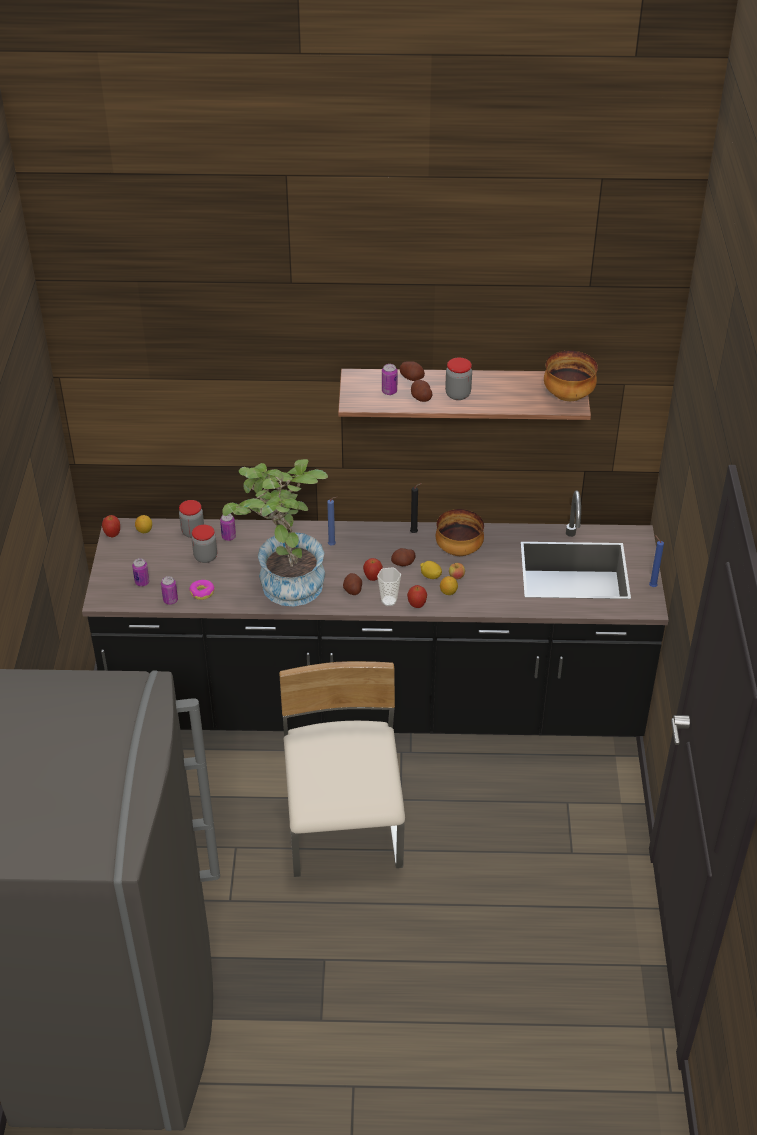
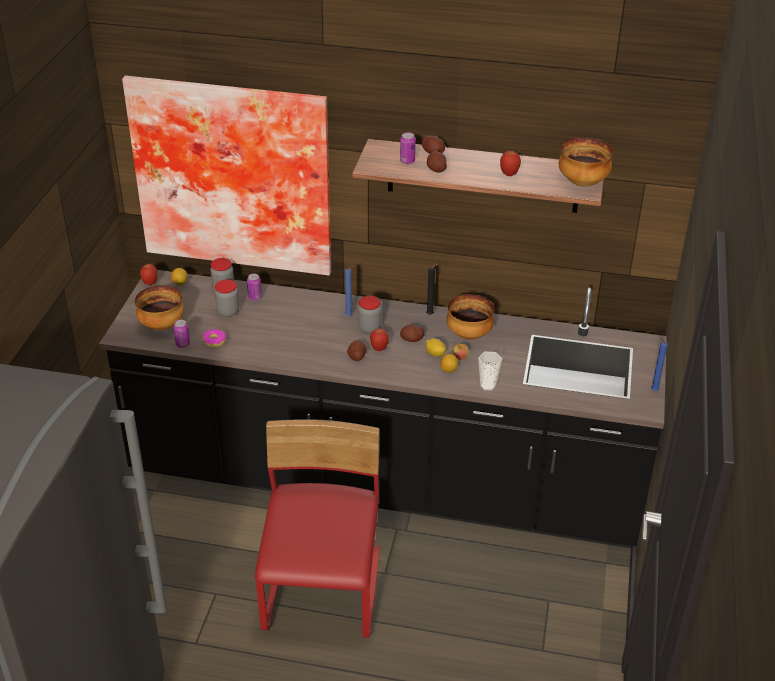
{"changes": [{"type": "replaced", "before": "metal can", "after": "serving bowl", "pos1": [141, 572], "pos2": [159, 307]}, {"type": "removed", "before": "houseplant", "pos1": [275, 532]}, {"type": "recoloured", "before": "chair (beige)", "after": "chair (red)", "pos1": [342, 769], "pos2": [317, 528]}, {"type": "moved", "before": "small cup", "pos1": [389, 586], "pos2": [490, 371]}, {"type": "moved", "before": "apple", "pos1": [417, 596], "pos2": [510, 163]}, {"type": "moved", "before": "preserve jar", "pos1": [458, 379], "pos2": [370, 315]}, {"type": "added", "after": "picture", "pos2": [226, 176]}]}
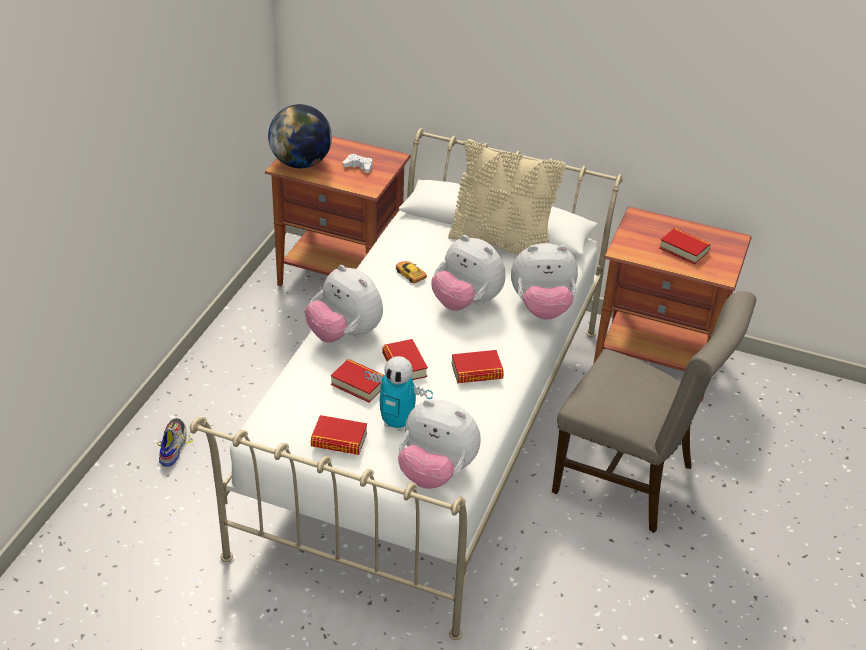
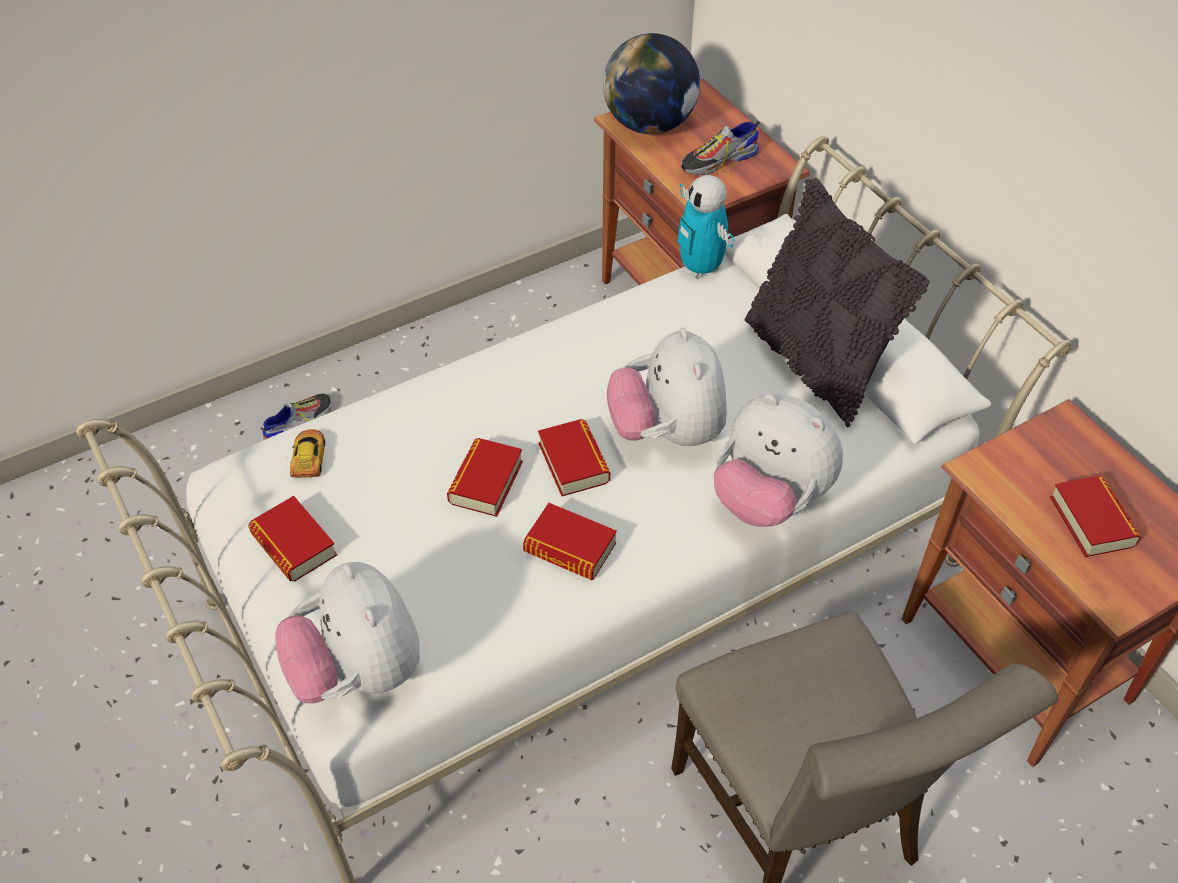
{"changes": [{"type": "removed", "before": "soft toy", "pos1": [344, 304]}, {"type": "moved", "before": "book", "pos1": [357, 381], "pos2": [574, 457]}, {"type": "replaced", "before": "joypad (white)", "after": "low shoe", "pos1": [357, 163], "pos2": [720, 148]}, {"type": "moved", "before": "robot figure", "pos1": [398, 393], "pos2": [705, 227]}, {"type": "moved", "before": "miniature car", "pos1": [411, 272], "pos2": [306, 453]}, {"type": "recoloured", "before": "pillow (beige)", "after": "pillow (black-coloured)", "pos1": [507, 197], "pos2": [837, 302]}]}
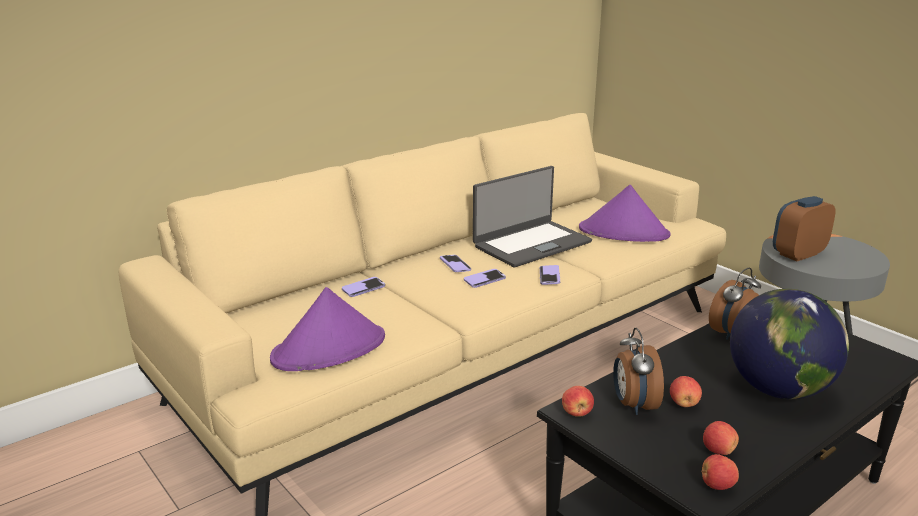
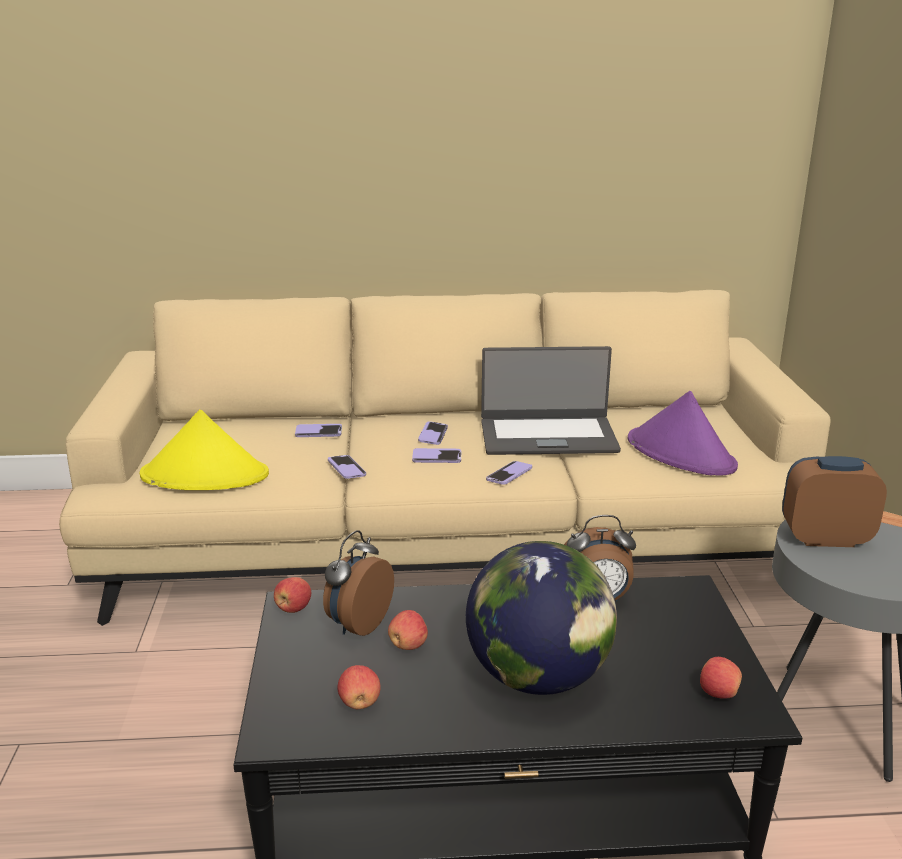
{"changes": [{"type": "recoloured", "before": "clothing hat (purple)", "after": "clothing hat (yellowish)", "pos1": [327, 329], "pos2": [204, 450]}, {"type": "moved", "before": "apple", "pos1": [720, 472], "pos2": [721, 678]}, {"type": "added", "after": "phone", "pos2": [347, 467]}]}
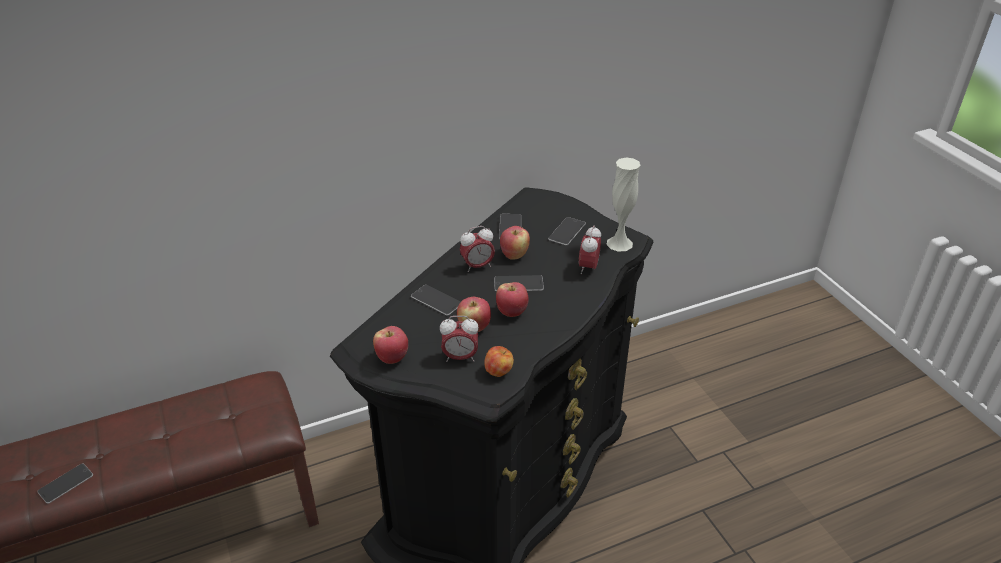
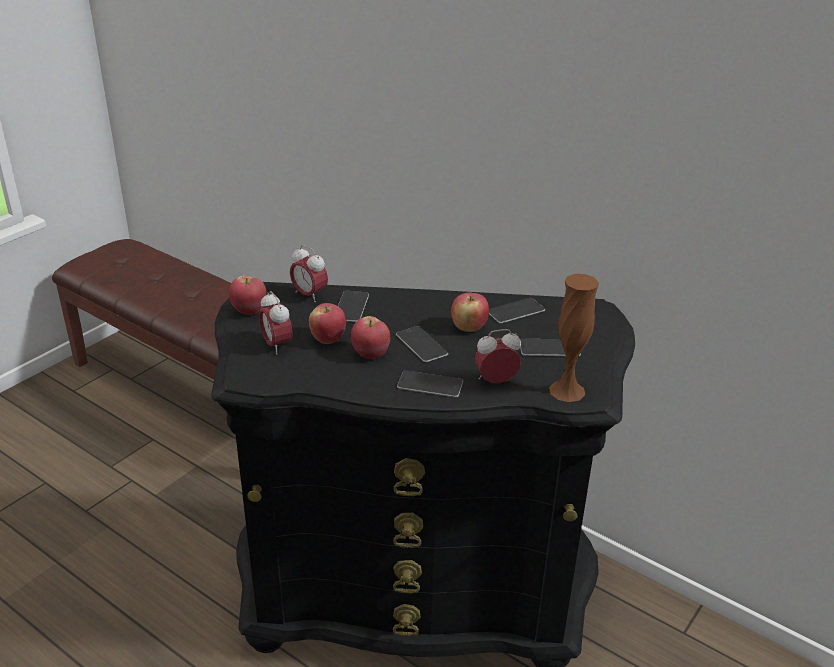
{"changes": [{"type": "moved", "before": "phone", "pos1": [65, 483], "pos2": [430, 384]}, {"type": "moved", "before": "table clock", "pos1": [477, 249], "pos2": [309, 273]}, {"type": "removed", "before": "apple", "pos1": [499, 361]}, {"type": "recoloured", "before": "flower vase (white)", "after": "flower vase (brown)", "pos1": [623, 205], "pos2": [574, 338]}]}
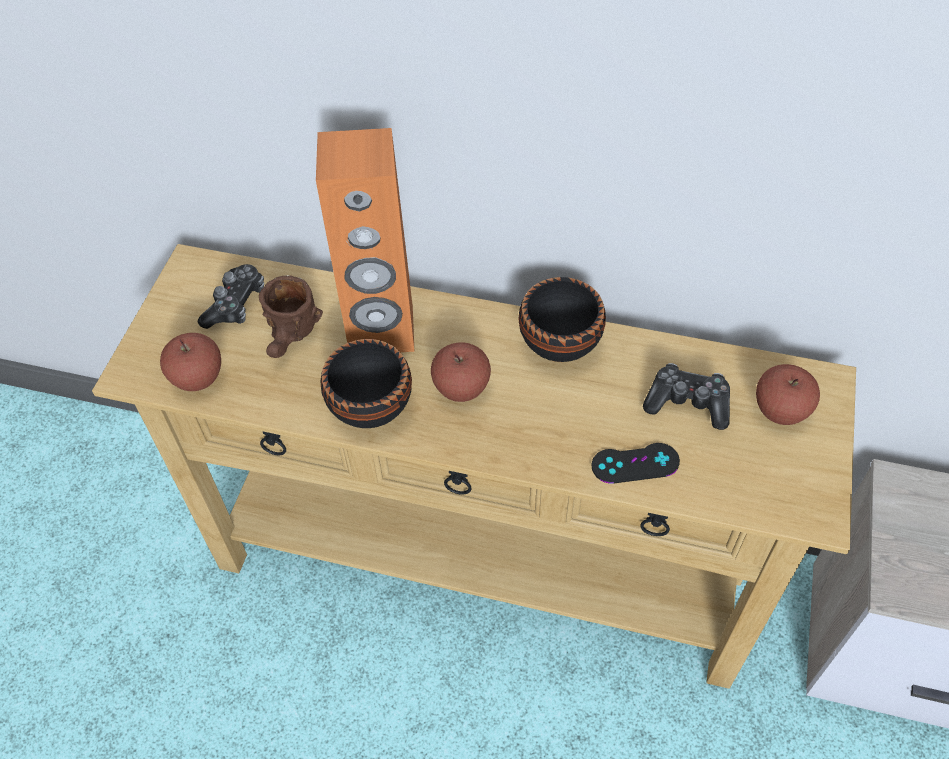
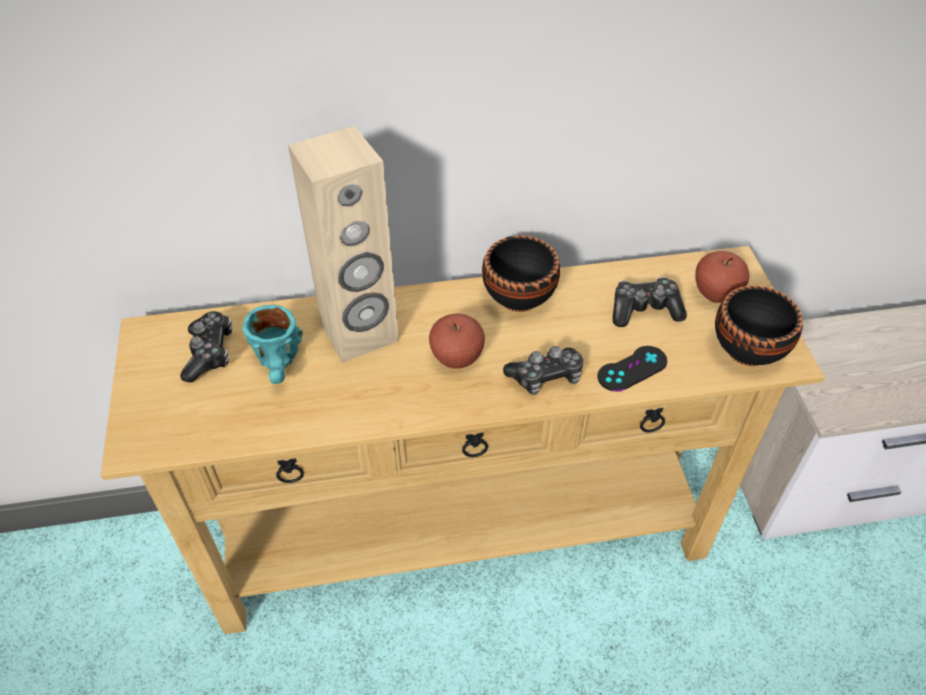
{"changes": [{"type": "removed", "before": "apple", "pos1": [190, 362]}, {"type": "recoloured", "before": "coffee mug (brown)", "after": "coffee mug (turquoise-coloured)", "pos1": [291, 316], "pos2": [272, 344]}, {"type": "recoloured", "before": "audio speaker (orange)", "after": "audio speaker (beige)", "pos1": [365, 240], "pos2": [343, 244]}, {"type": "moved", "before": "serving bowl (black-coloured)", "pos1": [366, 383], "pos2": [759, 325]}, {"type": "added", "after": "joypad", "pos2": [543, 370]}]}
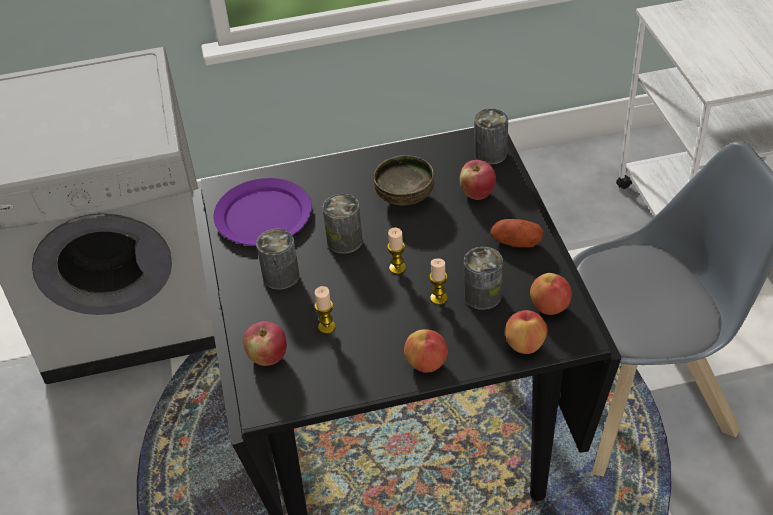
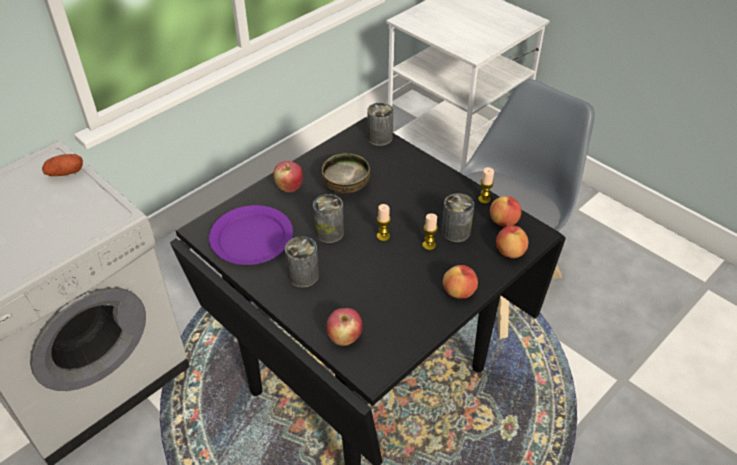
{"changes": [{"type": "moved", "before": "wax light", "pos1": [325, 310], "pos2": [486, 185]}, {"type": "moved", "before": "apple", "pos1": [478, 180], "pos2": [288, 176]}, {"type": "moved", "before": "spud", "pos1": [517, 233], "pos2": [62, 165]}]}
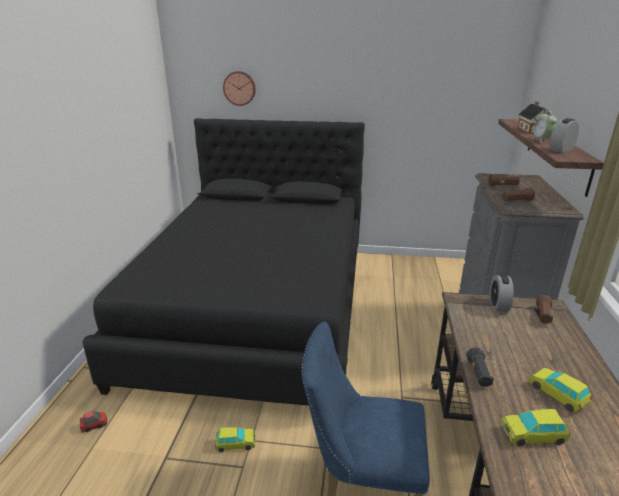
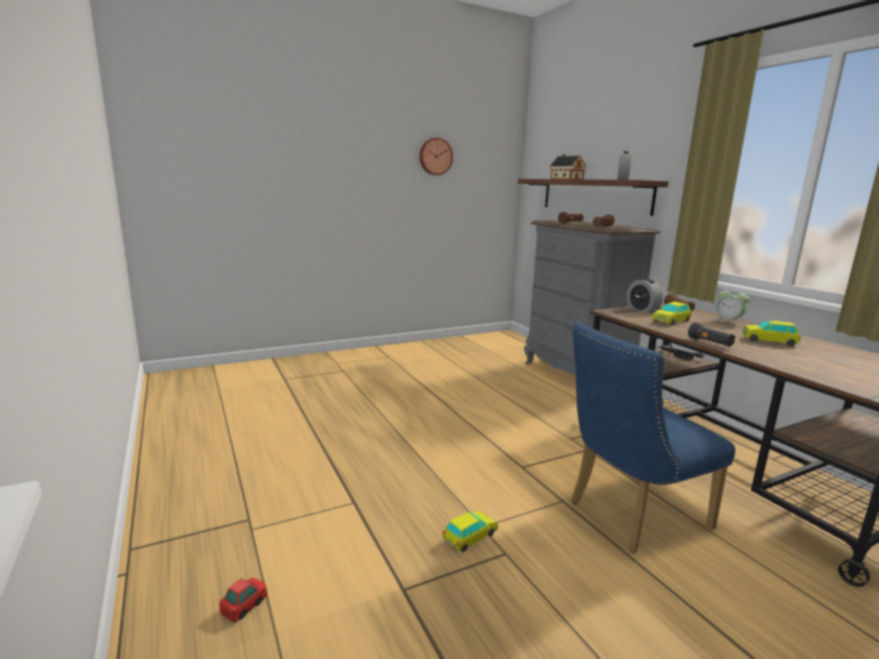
{"changes": [{"type": "removed", "before": "bedroom bed (black-coloured)", "pos1": [224, 262]}, {"type": "moved", "before": "wall clock", "pos1": [239, 88], "pos2": [436, 156]}, {"type": "moved", "before": "miniature car", "pos1": [535, 427], "pos2": [671, 314]}, {"type": "moved", "before": "table clock", "pos1": [544, 127], "pos2": [732, 306]}]}
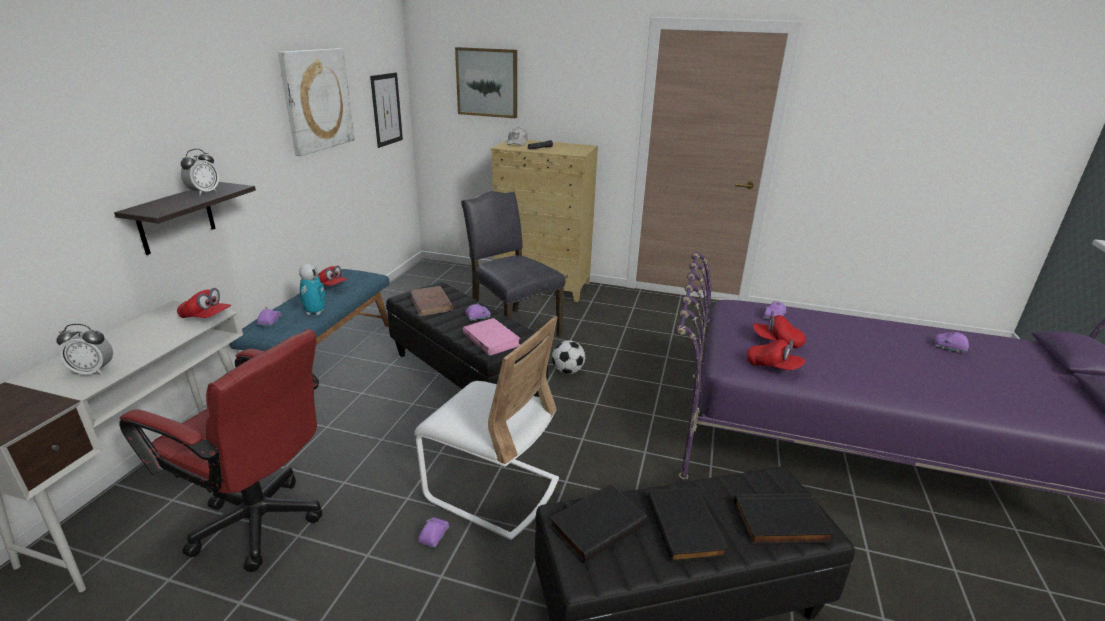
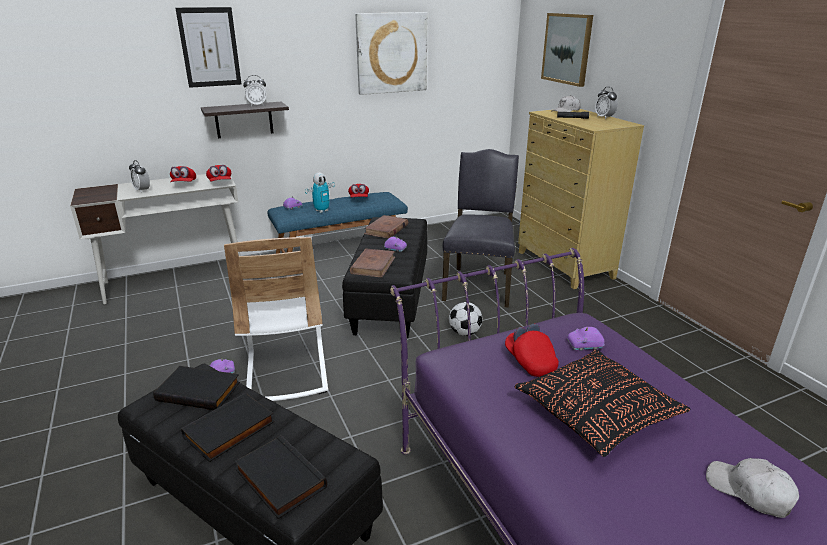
{"changes": [{"type": "removed", "before": "office chair (red)", "pos1": [220, 450]}, {"type": "moved", "before": "picture", "pos1": [386, 110], "pos2": [208, 47]}, {"type": "recoloured", "before": "book (pink)", "after": "book (brown)", "pos1": [491, 337], "pos2": [372, 263]}, {"type": "moved", "before": "baseball cap (red)", "pos1": [776, 354], "pos2": [183, 174]}, {"type": "replaced", "before": "miniature car (purple)", "after": "baseball cap (white)", "pos1": [952, 342], "pos2": [752, 488]}, {"type": "added", "after": "pillow (black-coloured)", "pos2": [602, 403]}, {"type": "added", "after": "table clock", "pos2": [606, 103]}]}
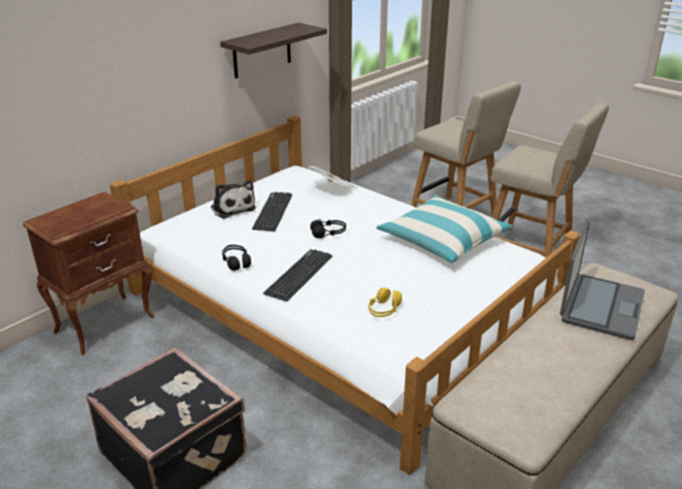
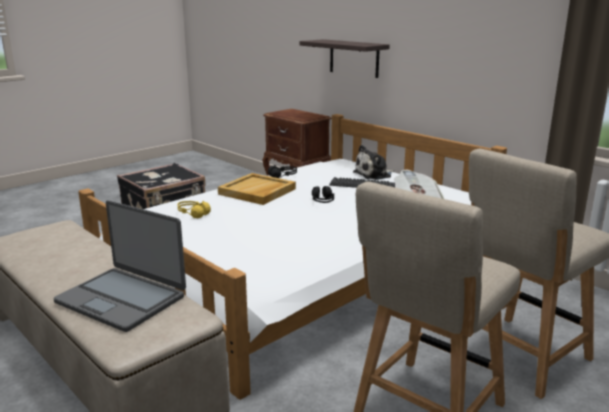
{"changes": [{"type": "moved", "before": "wall shelf", "pos1": [273, 51], "pos2": [345, 58]}, {"type": "replaced", "before": "keyboard", "after": "serving tray (beige)", "pos1": [297, 275], "pos2": [257, 189]}, {"type": "removed", "before": "pillow", "pos1": [444, 229]}]}
